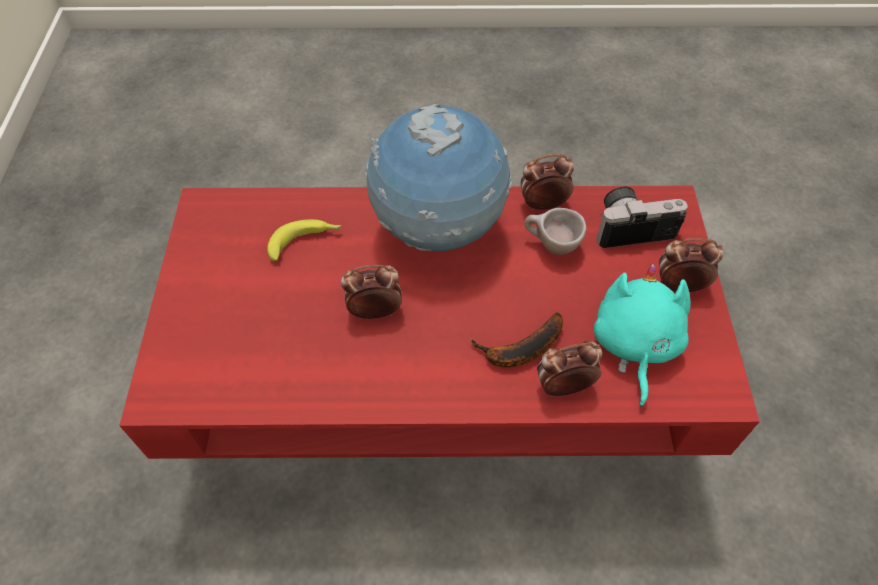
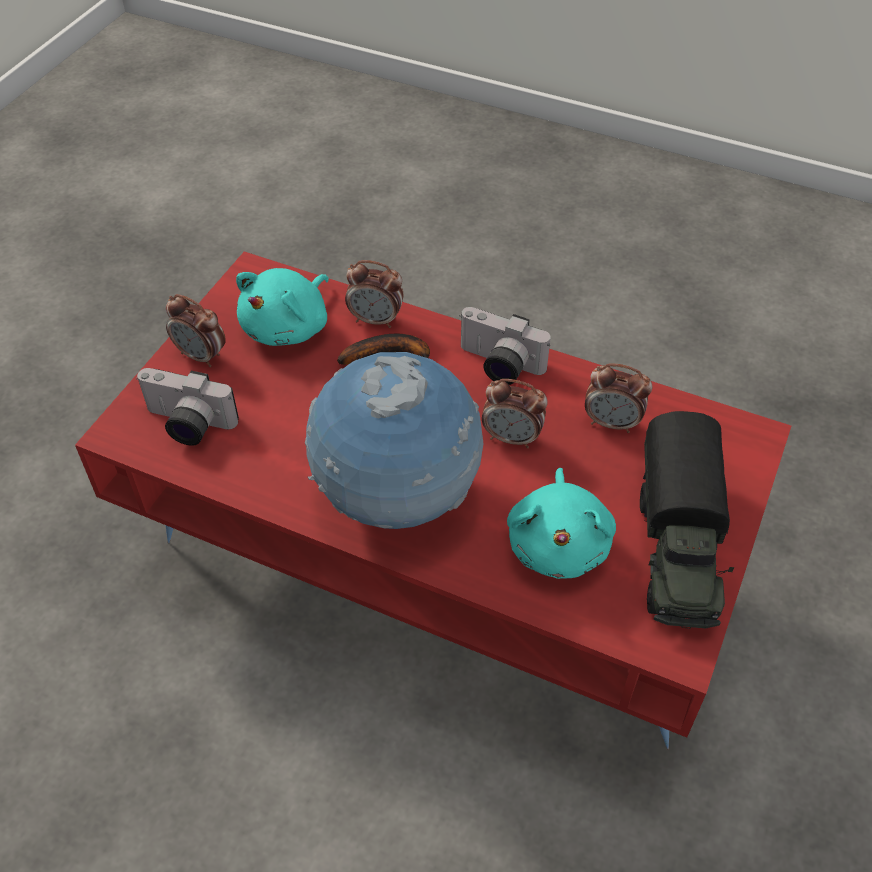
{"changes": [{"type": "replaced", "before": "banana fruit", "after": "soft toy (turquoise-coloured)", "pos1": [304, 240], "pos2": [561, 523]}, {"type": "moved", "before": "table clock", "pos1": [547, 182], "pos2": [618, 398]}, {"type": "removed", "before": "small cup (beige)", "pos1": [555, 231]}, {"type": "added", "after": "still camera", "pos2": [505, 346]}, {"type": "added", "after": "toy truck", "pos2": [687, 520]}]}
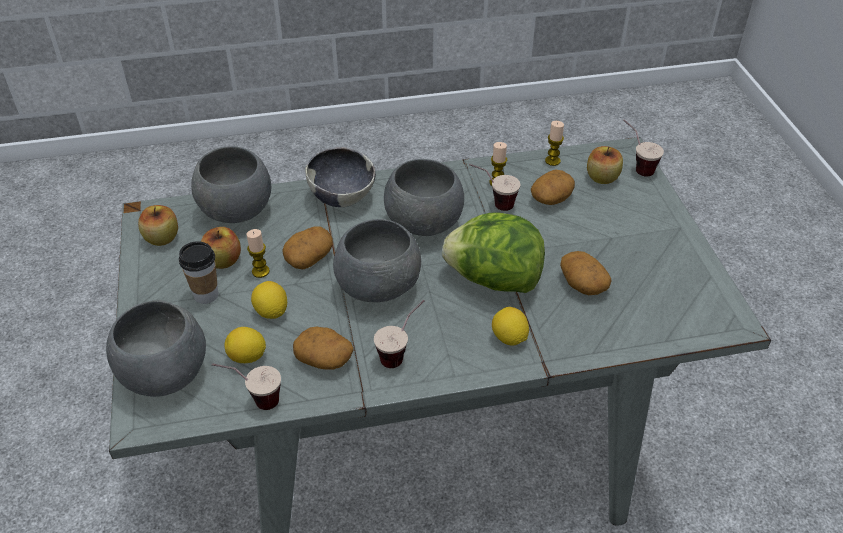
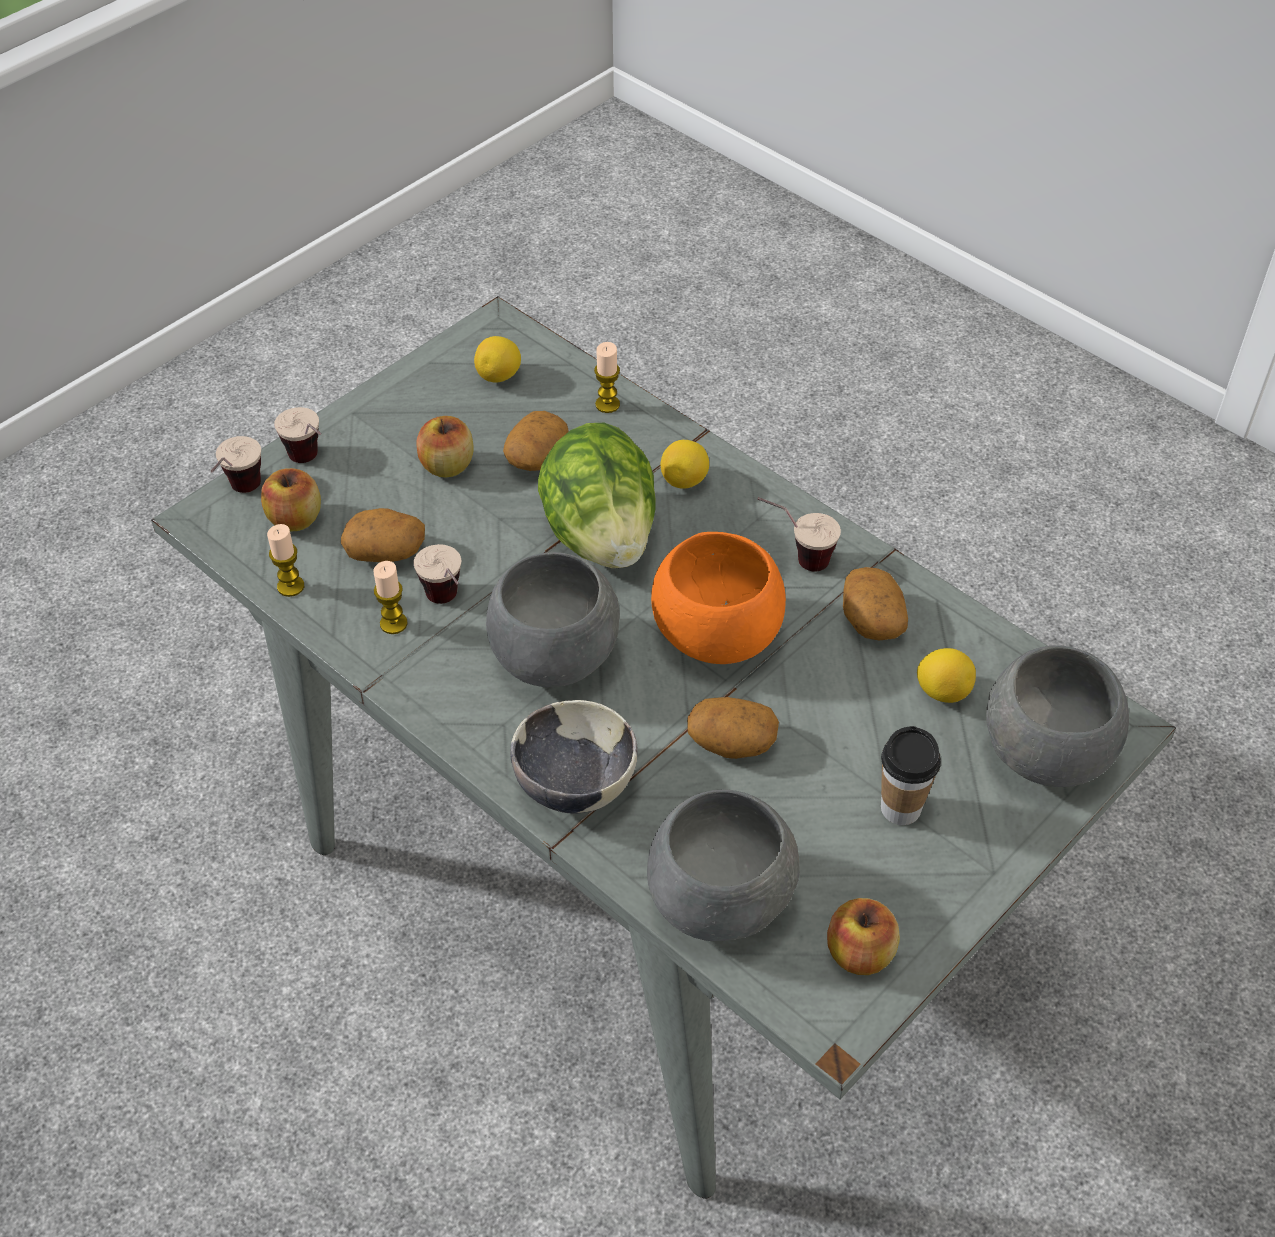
{"changes": [{"type": "moved", "before": "apple", "pos1": [221, 248], "pos2": [445, 446]}, {"type": "moved", "before": "small cup", "pos1": [246, 386], "pos2": [297, 435]}, {"type": "moved", "before": "wax light", "pos1": [258, 253], "pos2": [607, 377]}, {"type": "moved", "before": "citrus fruit", "pos1": [269, 300], "pos2": [497, 359]}, {"type": "recoloured", "before": "serving bowl (gray)", "after": "serving bowl (orange)", "pos1": [377, 260], "pos2": [718, 598]}]}
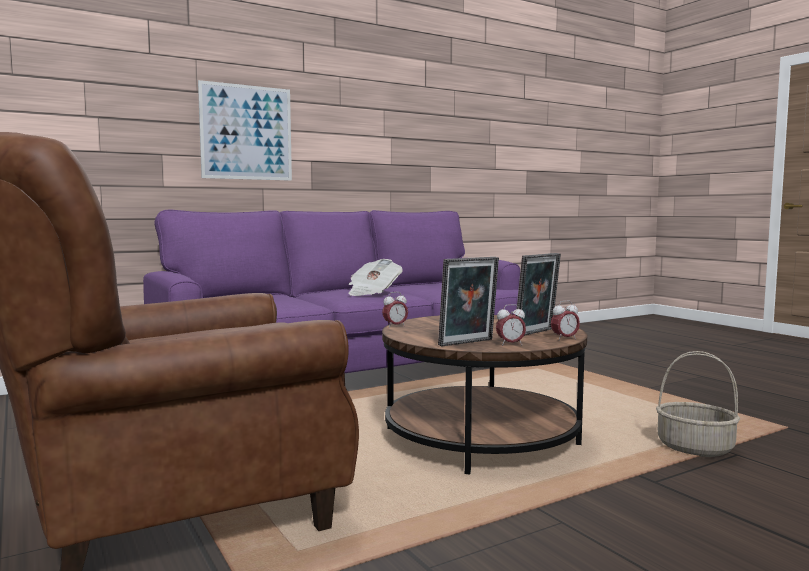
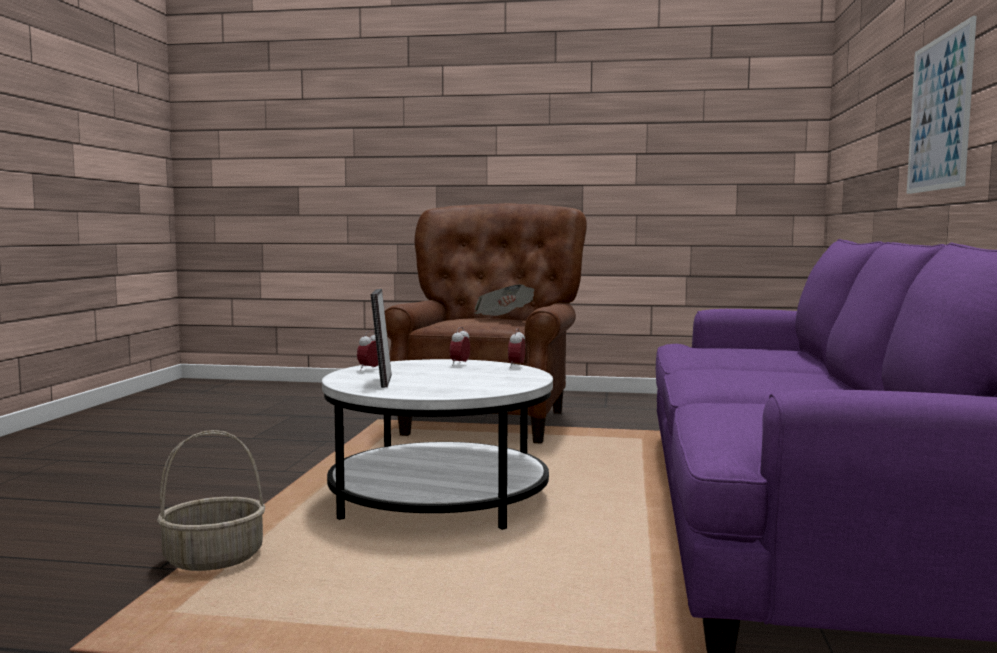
{"changes": [{"type": "moved", "before": "daily paper", "pos1": [375, 277], "pos2": [504, 300]}, {"type": "recoloured", "before": "lounge table (brown)", "after": "lounge table (white)", "pos1": [484, 394], "pos2": [437, 444]}, {"type": "removed", "before": "standing frame", "pos1": [468, 301]}, {"type": "moved", "before": "table clock", "pos1": [565, 320], "pos2": [460, 345]}]}
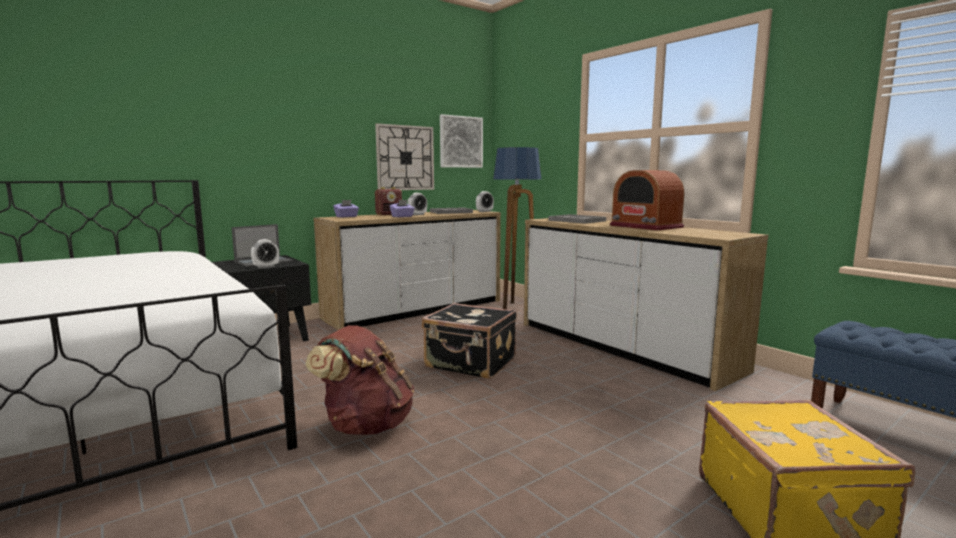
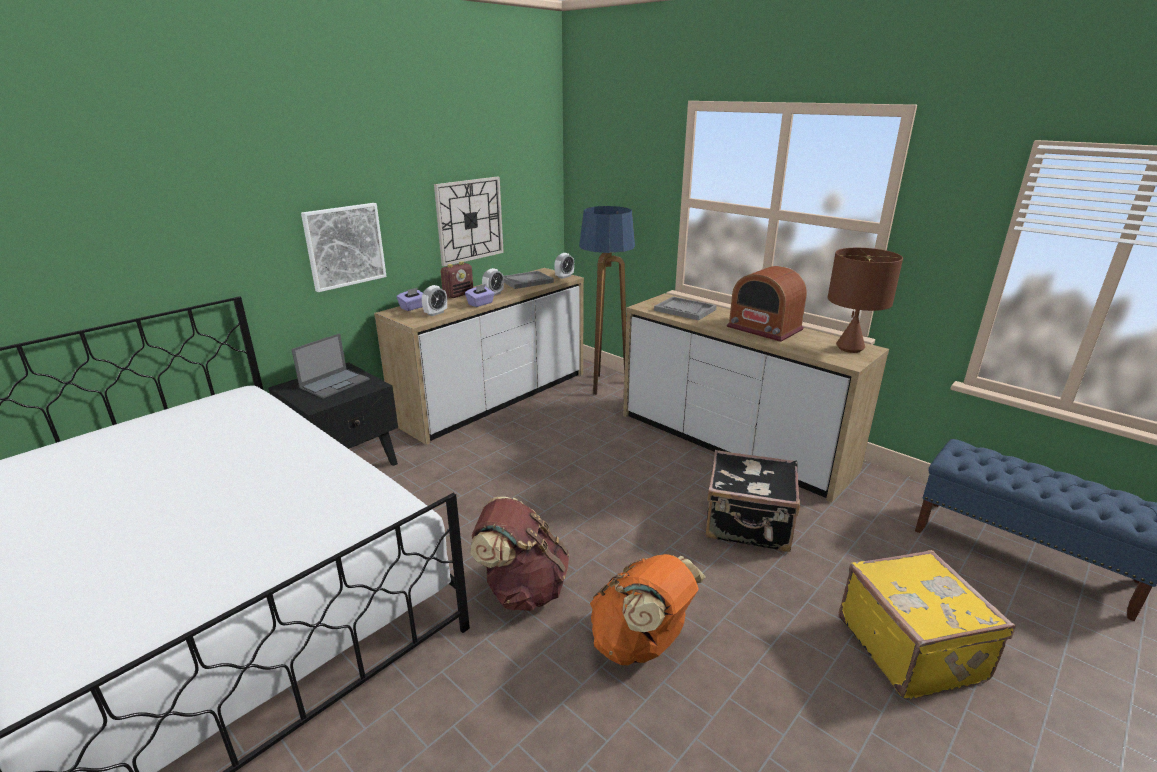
{"changes": [{"type": "moved", "before": "table clock", "pos1": [265, 253], "pos2": [434, 300]}, {"type": "moved", "before": "piece of luggage (black-coloured)", "pos1": [469, 341], "pos2": [752, 501]}, {"type": "moved", "before": "picture", "pos1": [461, 141], "pos2": [344, 247]}, {"type": "added", "after": "knapsack (orange)", "pos2": [648, 609]}, {"type": "added", "after": "table lamp (brown)", "pos2": [865, 300]}]}
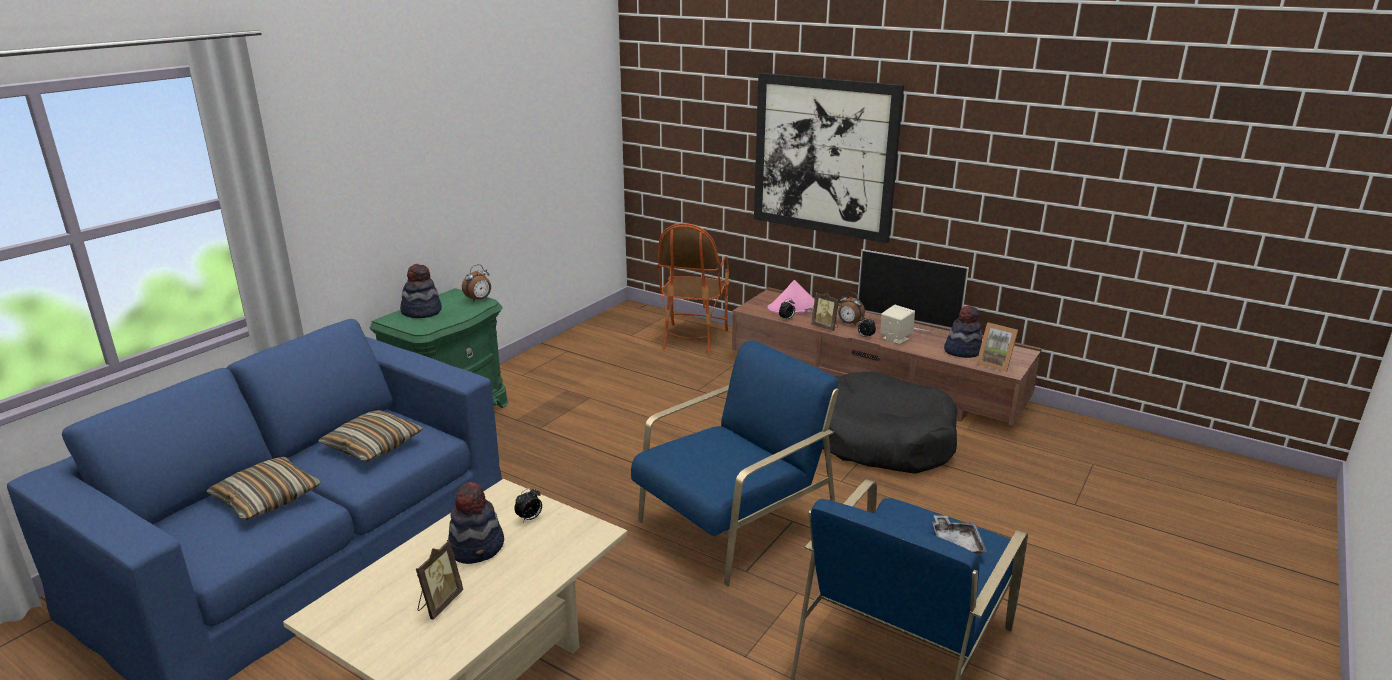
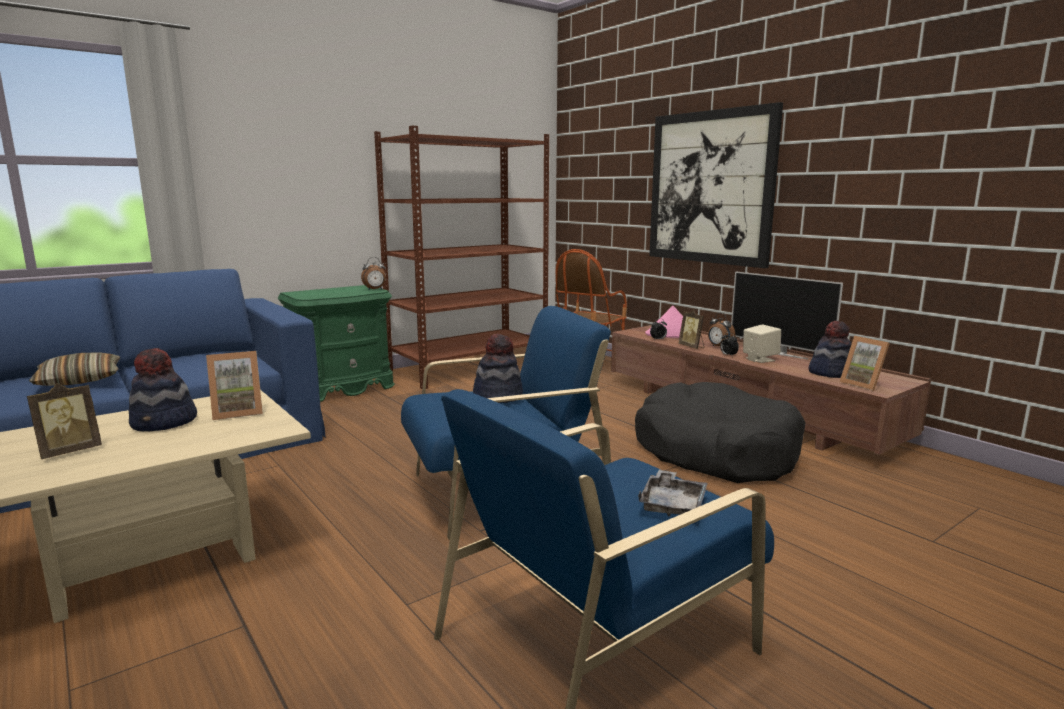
{"changes": [{"type": "removed", "before": "pillow", "pos1": [370, 436]}, {"type": "moved", "before": "clothing hat", "pos1": [421, 291], "pos2": [498, 368]}, {"type": "replaced", "before": "table clock", "after": "standing frame", "pos1": [528, 505], "pos2": [234, 385]}, {"type": "added", "after": "shelving unit (brown)", "pos2": [461, 257]}]}
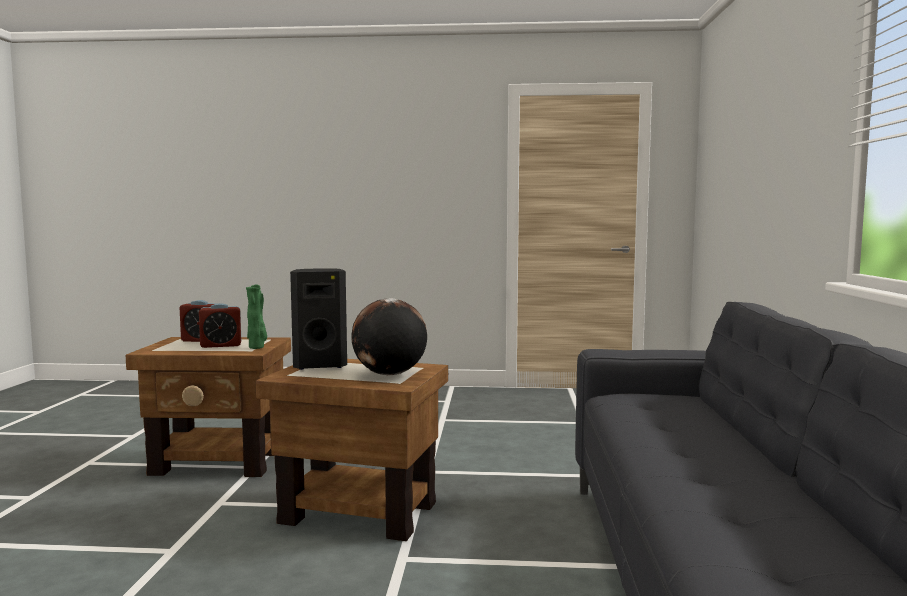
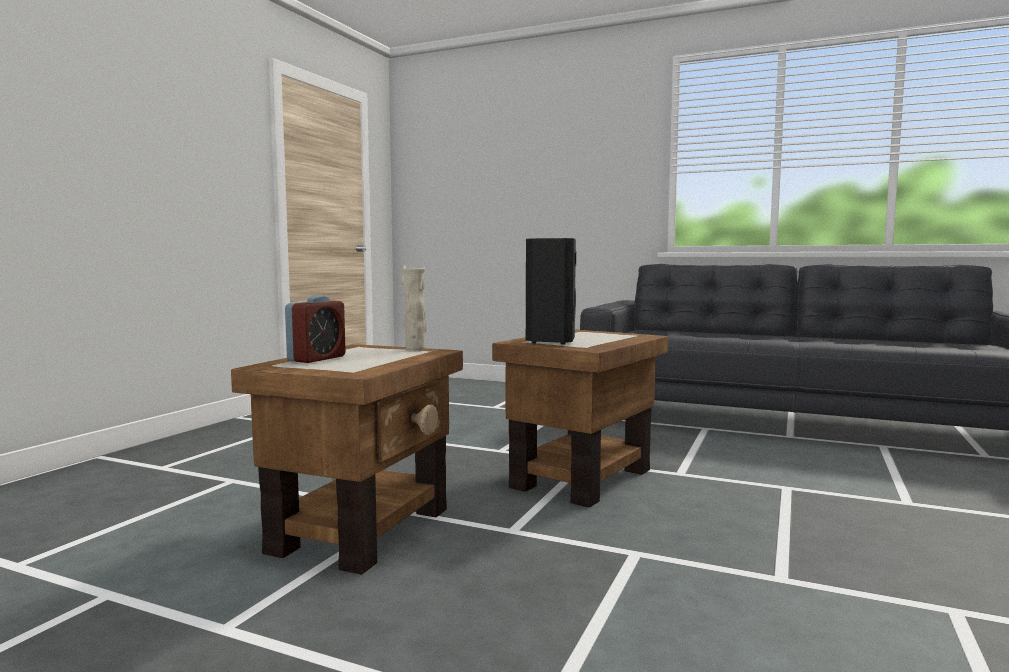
{"changes": [{"type": "removed", "before": "table clock", "pos1": [220, 325]}, {"type": "recoloured", "before": "flower vase (greenish)", "after": "flower vase (beige)", "pos1": [256, 316], "pos2": [414, 308]}, {"type": "removed", "before": "globe", "pos1": [389, 336]}]}
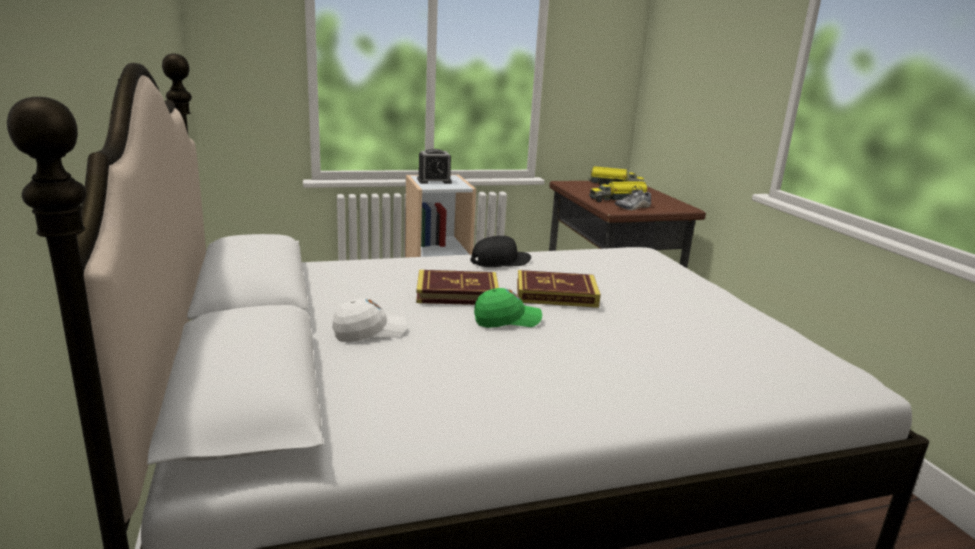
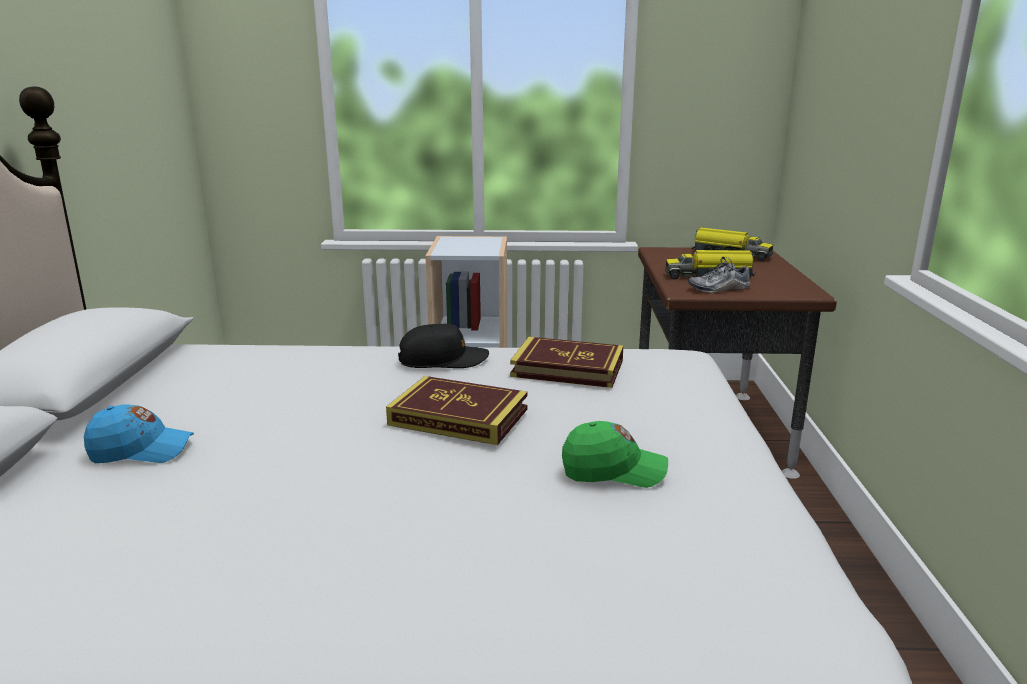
{"changes": [{"type": "recoloured", "before": "baseball cap (white)", "after": "baseball cap (blue-coloured)", "pos1": [369, 320], "pos2": [139, 433]}, {"type": "moved", "before": "book", "pos1": [457, 287], "pos2": [566, 362]}, {"type": "removed", "before": "table clock", "pos1": [434, 166]}, {"type": "moved", "before": "baseball cap (greenish)", "pos1": [508, 308], "pos2": [615, 454]}]}
